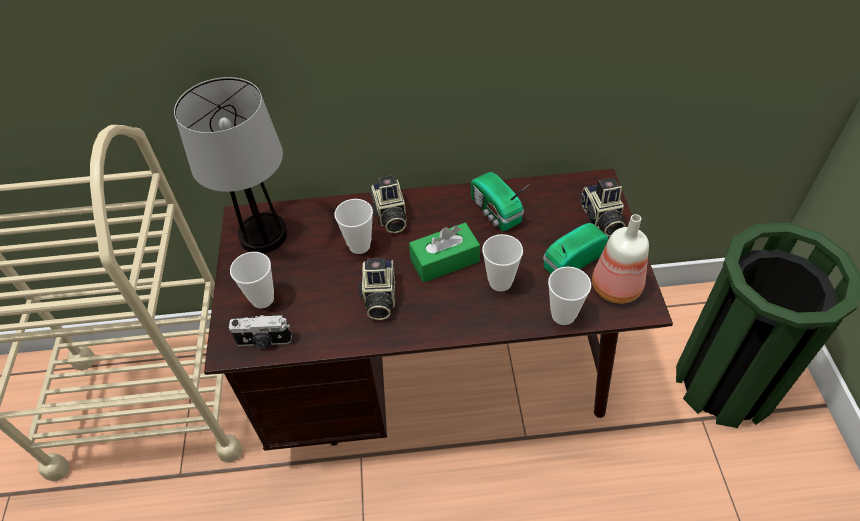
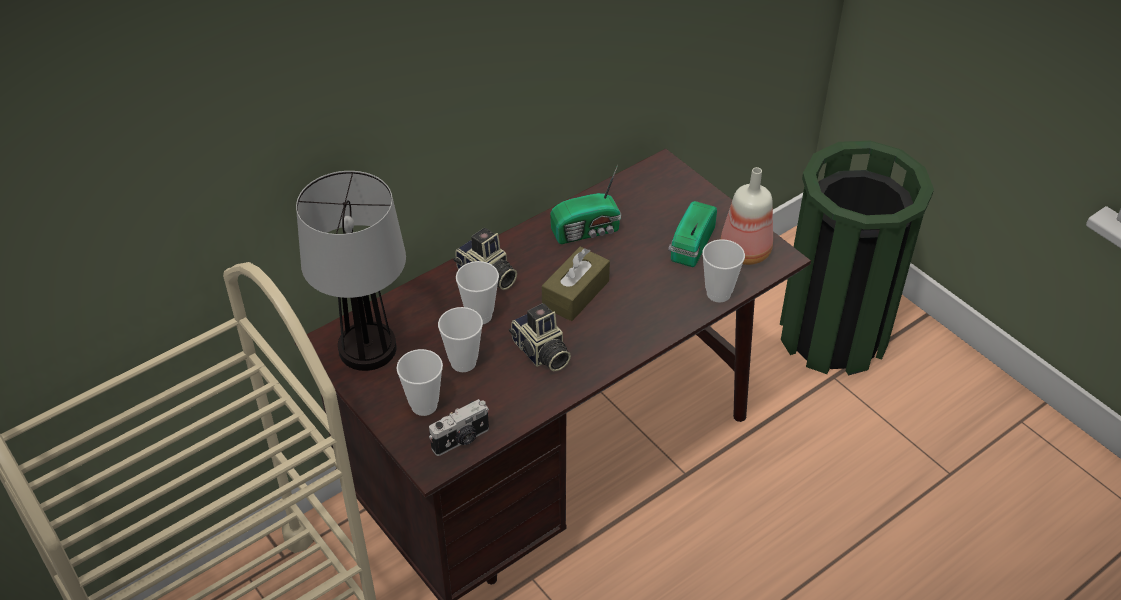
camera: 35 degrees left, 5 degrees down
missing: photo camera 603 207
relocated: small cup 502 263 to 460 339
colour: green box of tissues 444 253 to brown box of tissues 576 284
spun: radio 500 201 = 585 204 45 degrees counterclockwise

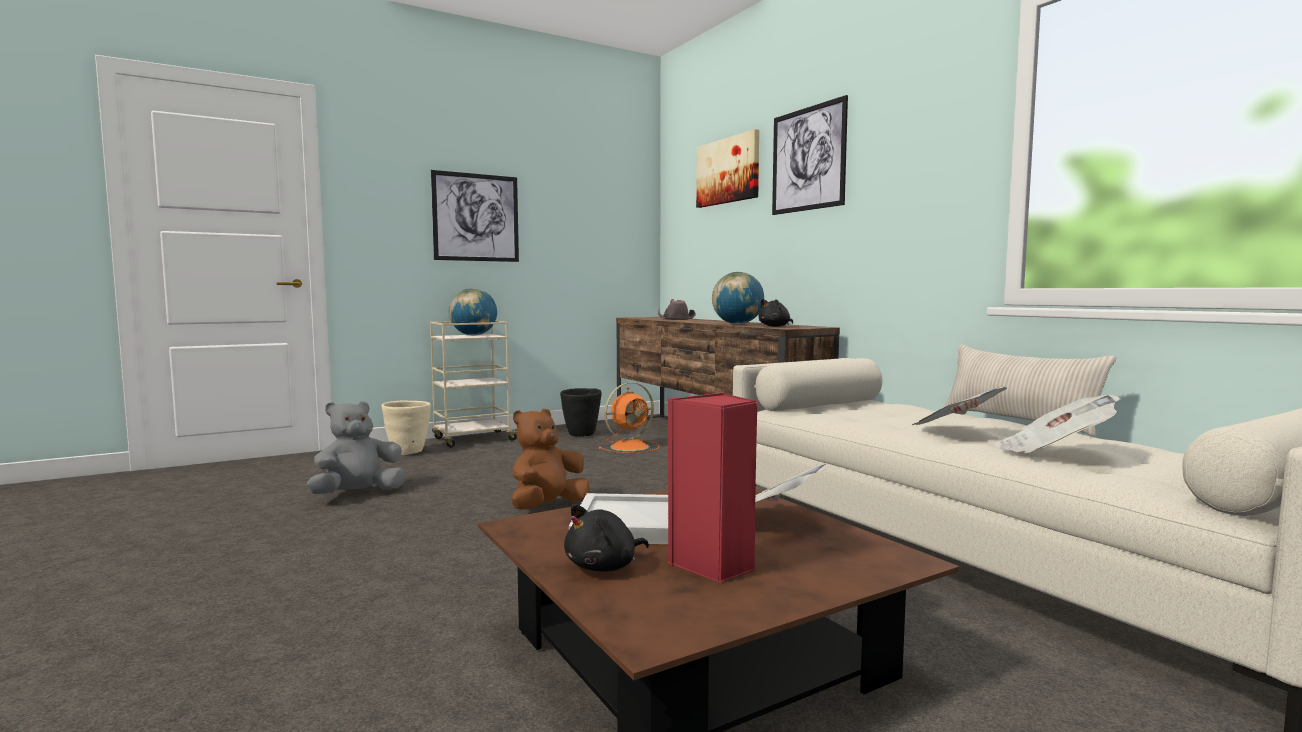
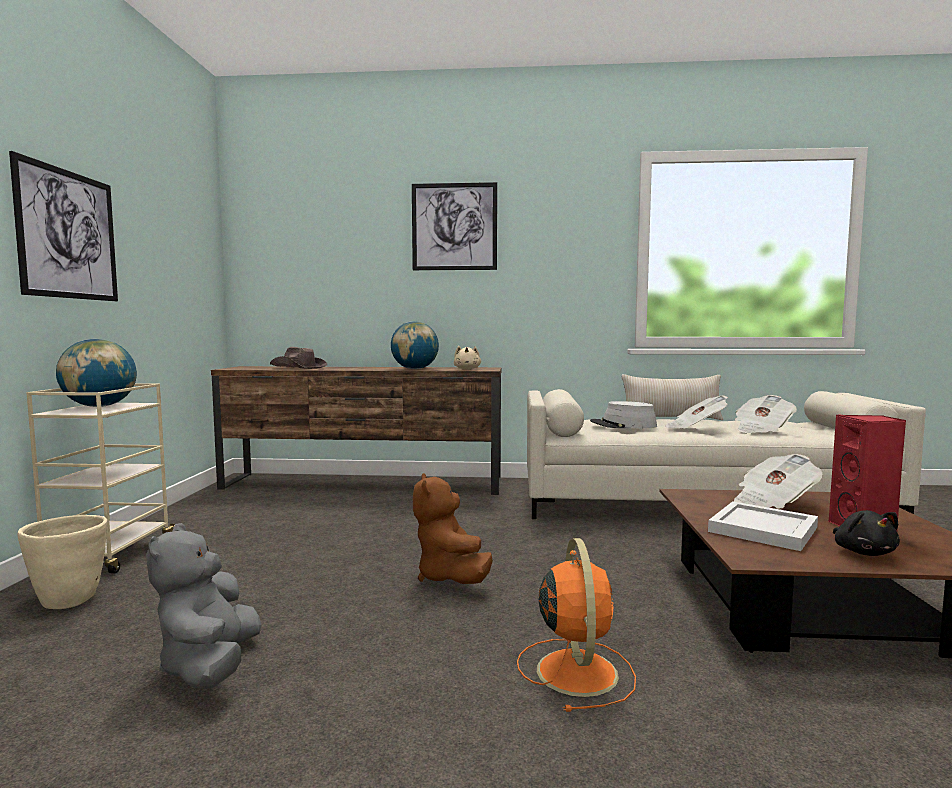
camera: 55 degrees left, 0 degrees up
missing: black planter 581 412; wall picture 727 168
appeared: greyish hat 623 414
relocated: orangey cooling fan 629 417 to 576 625
colour: black plush toy 775 313 to beige-coloured plush toy 467 358

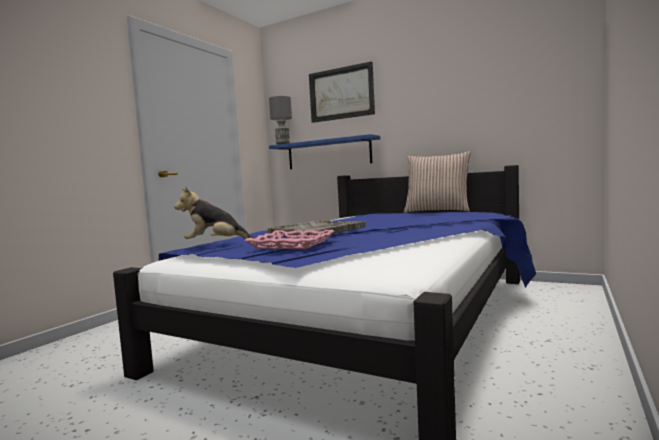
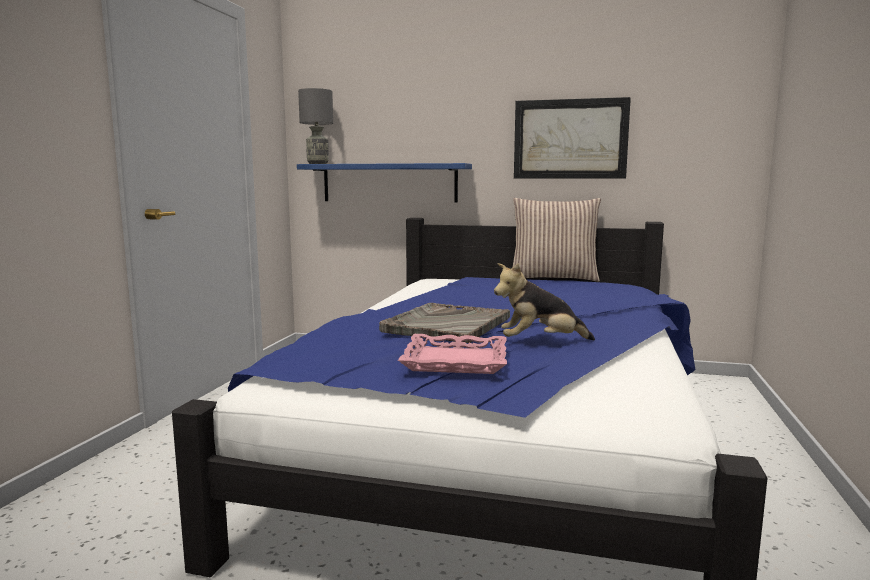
camera: 15 degrees left, 5 degrees up
relocated: plush toy 214 213 to 544 301; wall picture 342 92 to 572 138

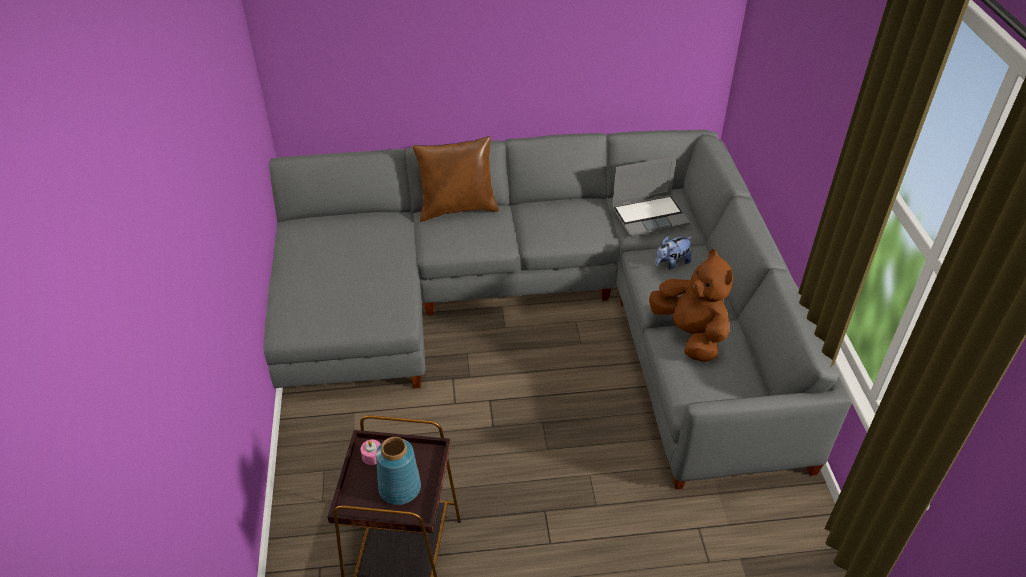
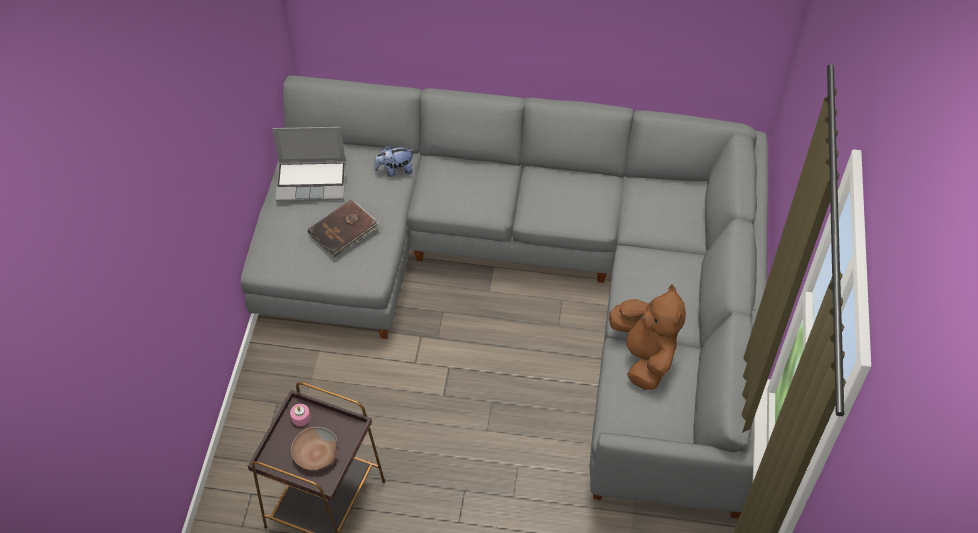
camera: 15 degrees right, 10 degrees up
missing: brown pillow 456 179
appeared: brown volume 344 228
relocated: notebook computer 651 196 to 309 164; plush toy 673 253 to 393 161
exchanged: blue-coloured vase 398 471 to brown deep dish 314 448

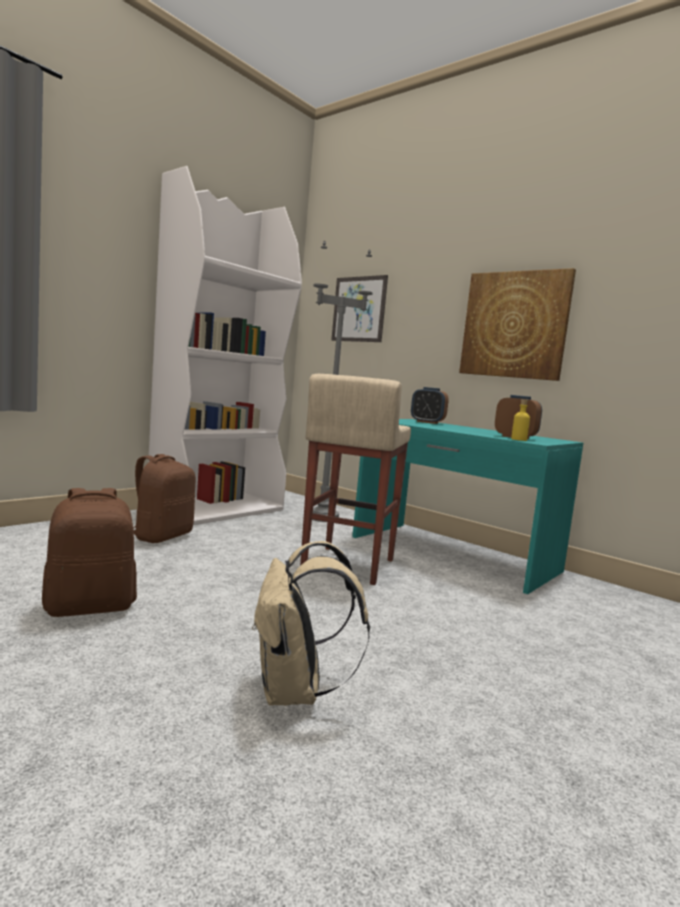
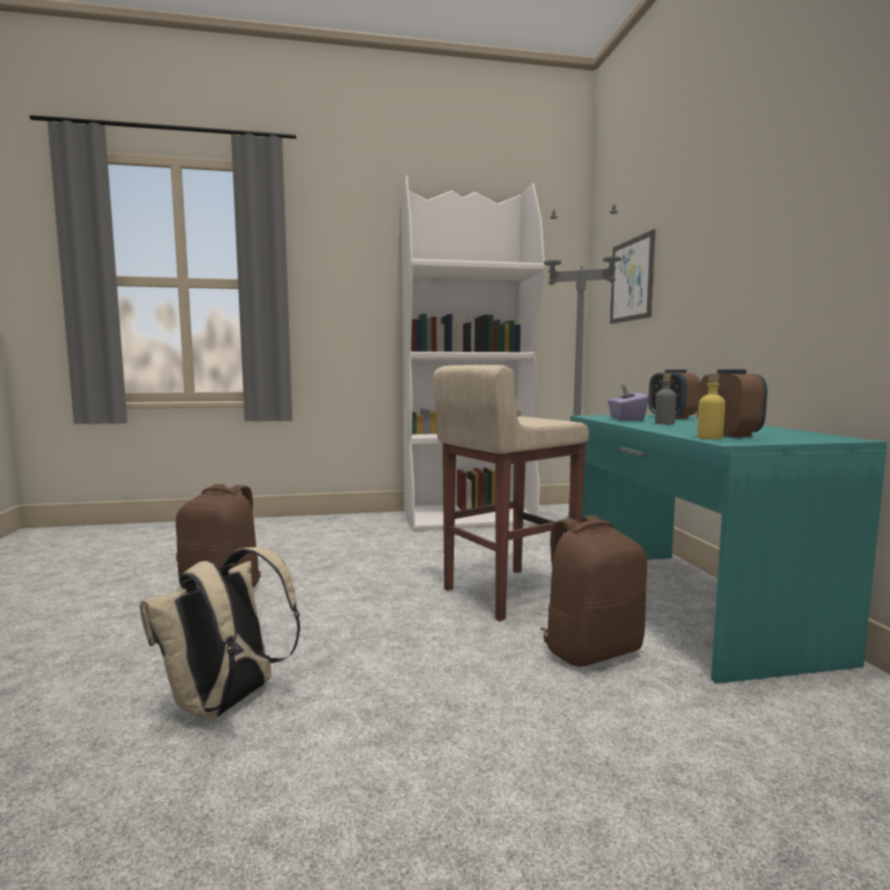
camera: 40 degrees right, 0 degrees up
missing: wall picture 517 324
appeared: purple box of tissues 628 402; greyish drink bottle 665 398
relocated: brown rucksack 164 498 to 593 591

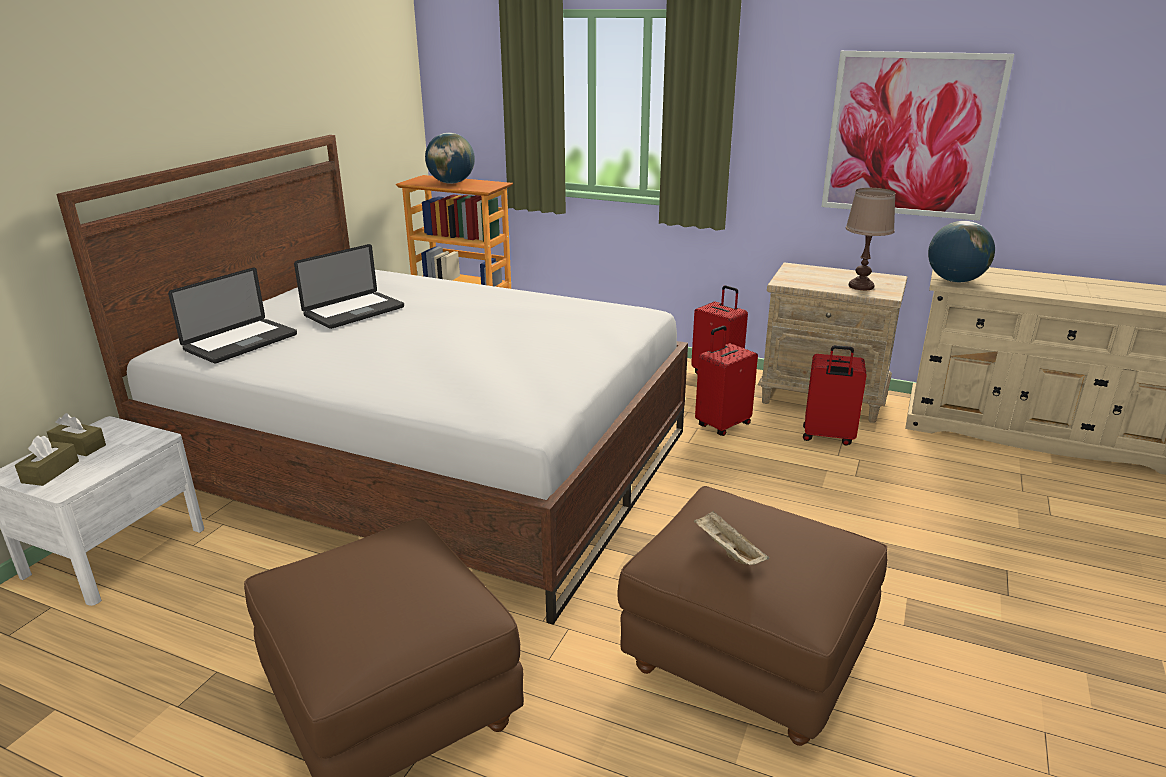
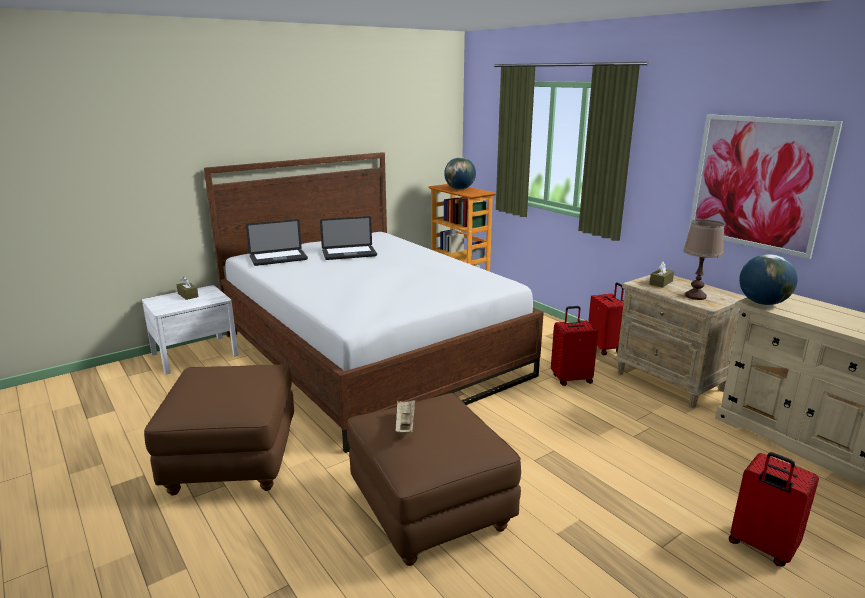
camera: 30 degrees right, 5 degrees down
relocated: brown box of tissues 47 461 to 661 275; reddish travel case 835 395 to 774 509

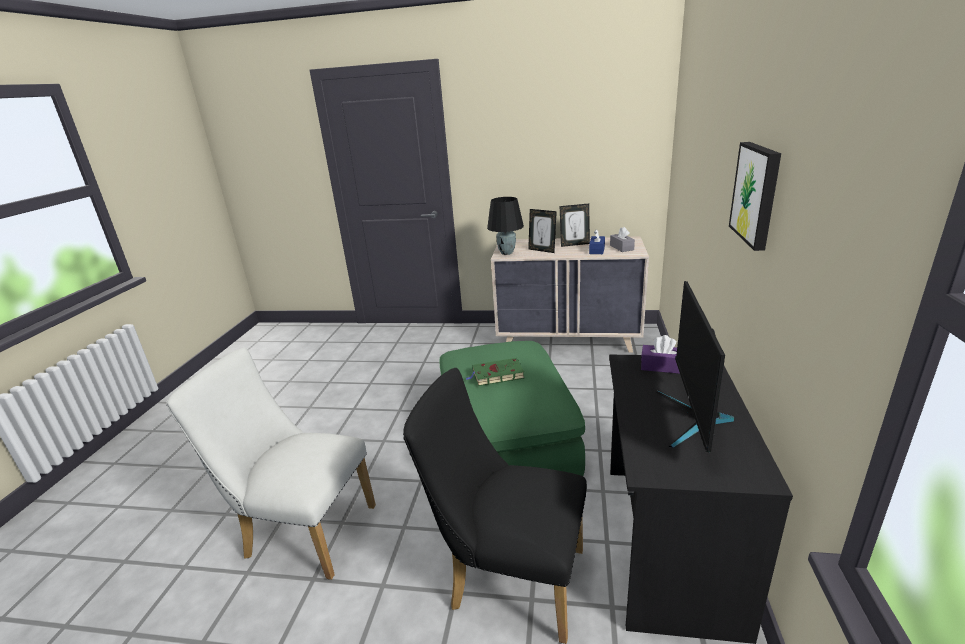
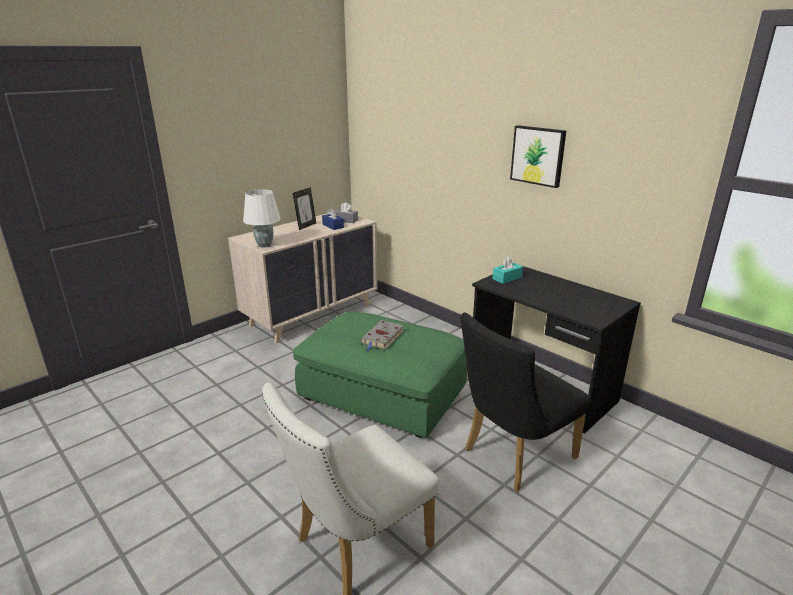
camera: 55 degrees left, 0 degrees up
missing: photo frame 542 231; computer screen 695 366
colour: green volume 495 372 to greyish volume 382 335; black table lamp 505 226 to white-coloured table lamp 262 218; purple box of tissues 660 354 to blue-green box of tissues 507 270

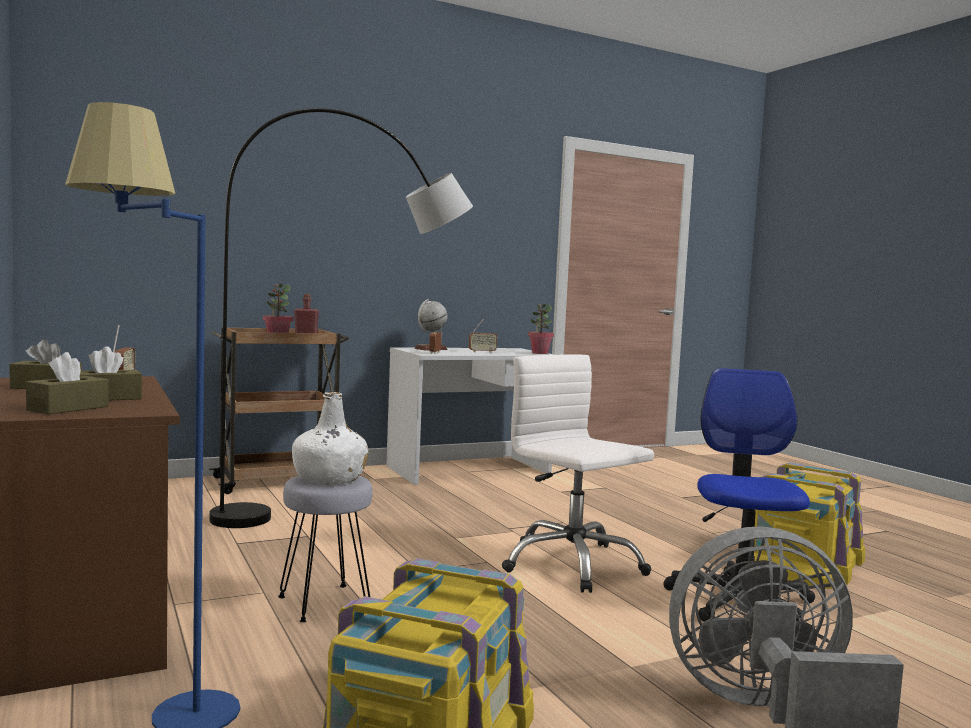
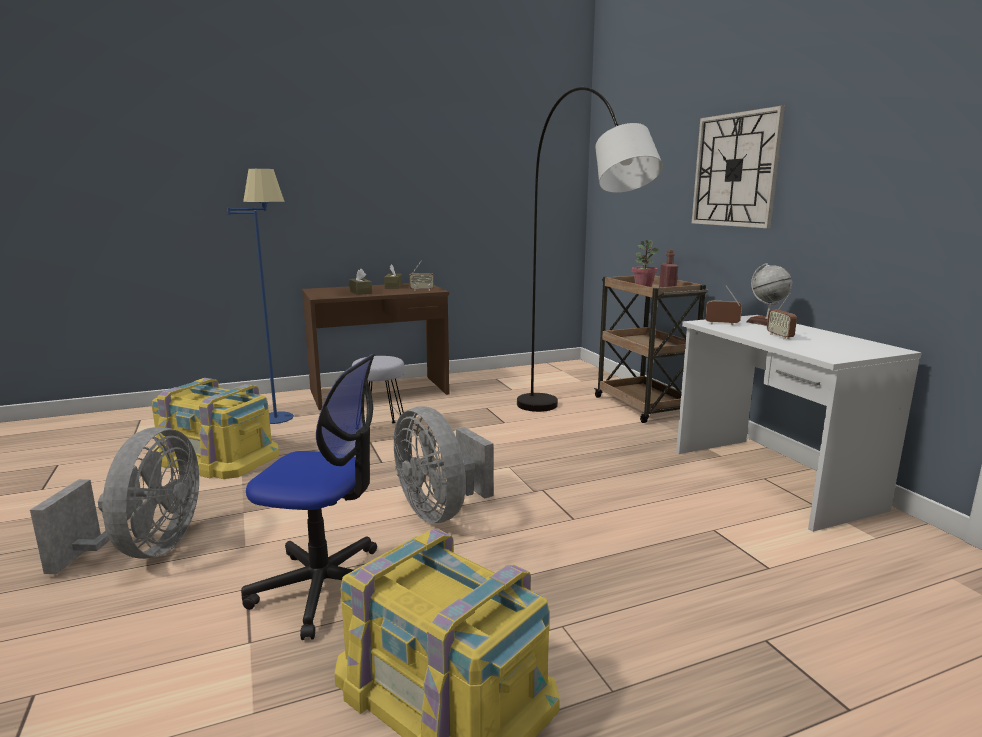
camera: 95 degrees right, 10 degrees up
missing: brown box of tissues 67 383; white-coloured drink bottle 330 438; potted plant 541 329
appeared: wall clock 738 167
exchanged: white-coloured office chair 578 473 to greyish cooling fan 444 464

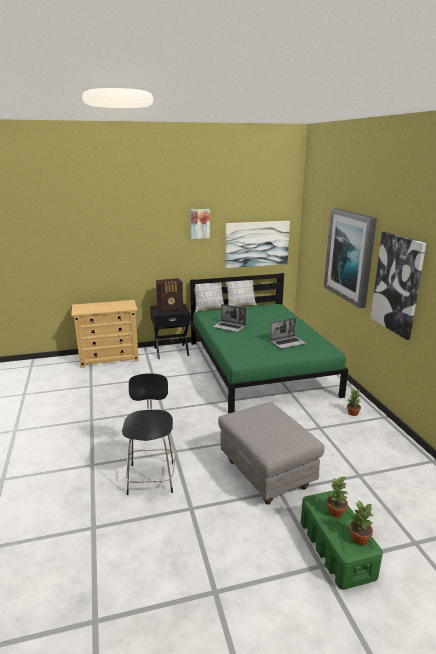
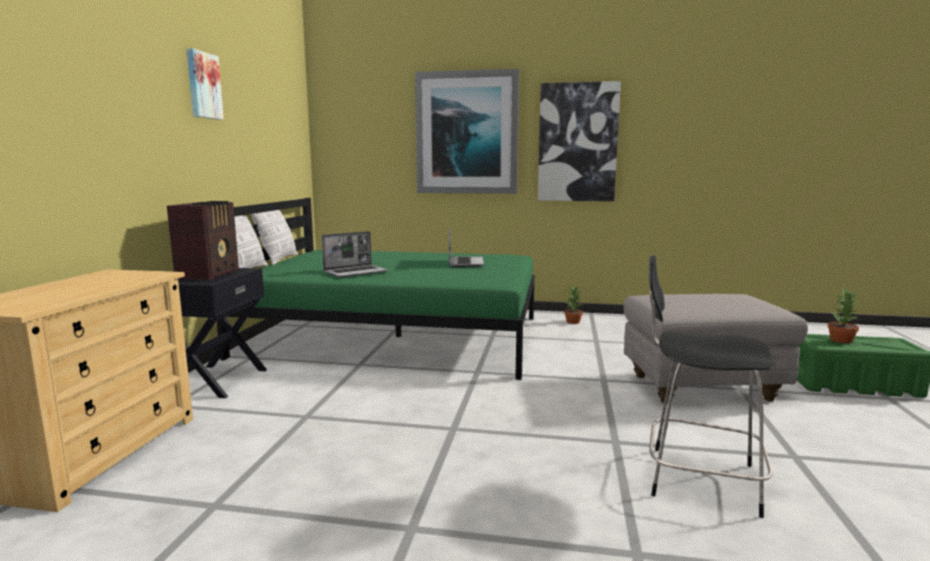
camera: 65 degrees left, 10 degrees down
missing: wall picture 258 244; potted plant 361 523

